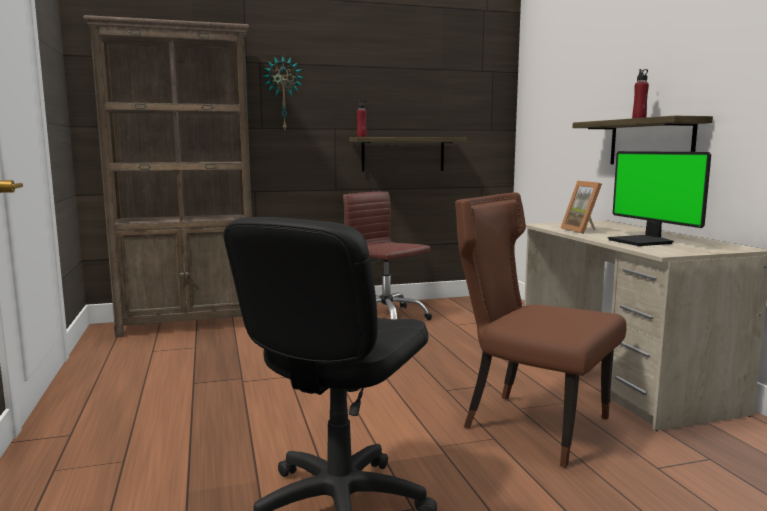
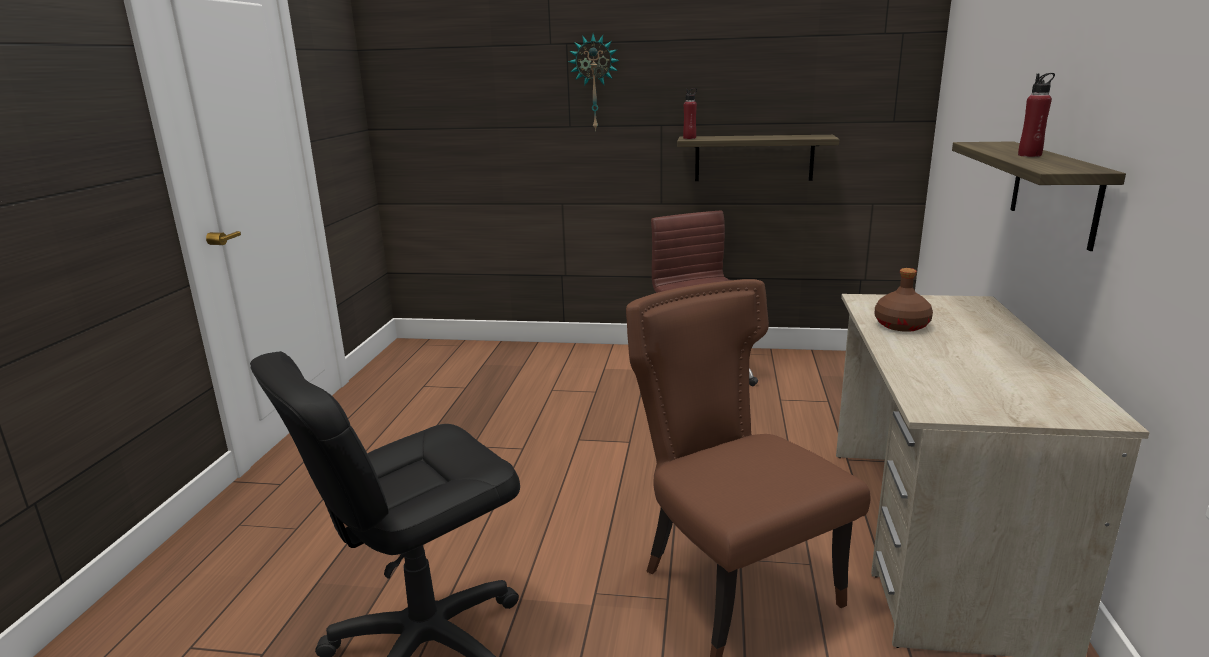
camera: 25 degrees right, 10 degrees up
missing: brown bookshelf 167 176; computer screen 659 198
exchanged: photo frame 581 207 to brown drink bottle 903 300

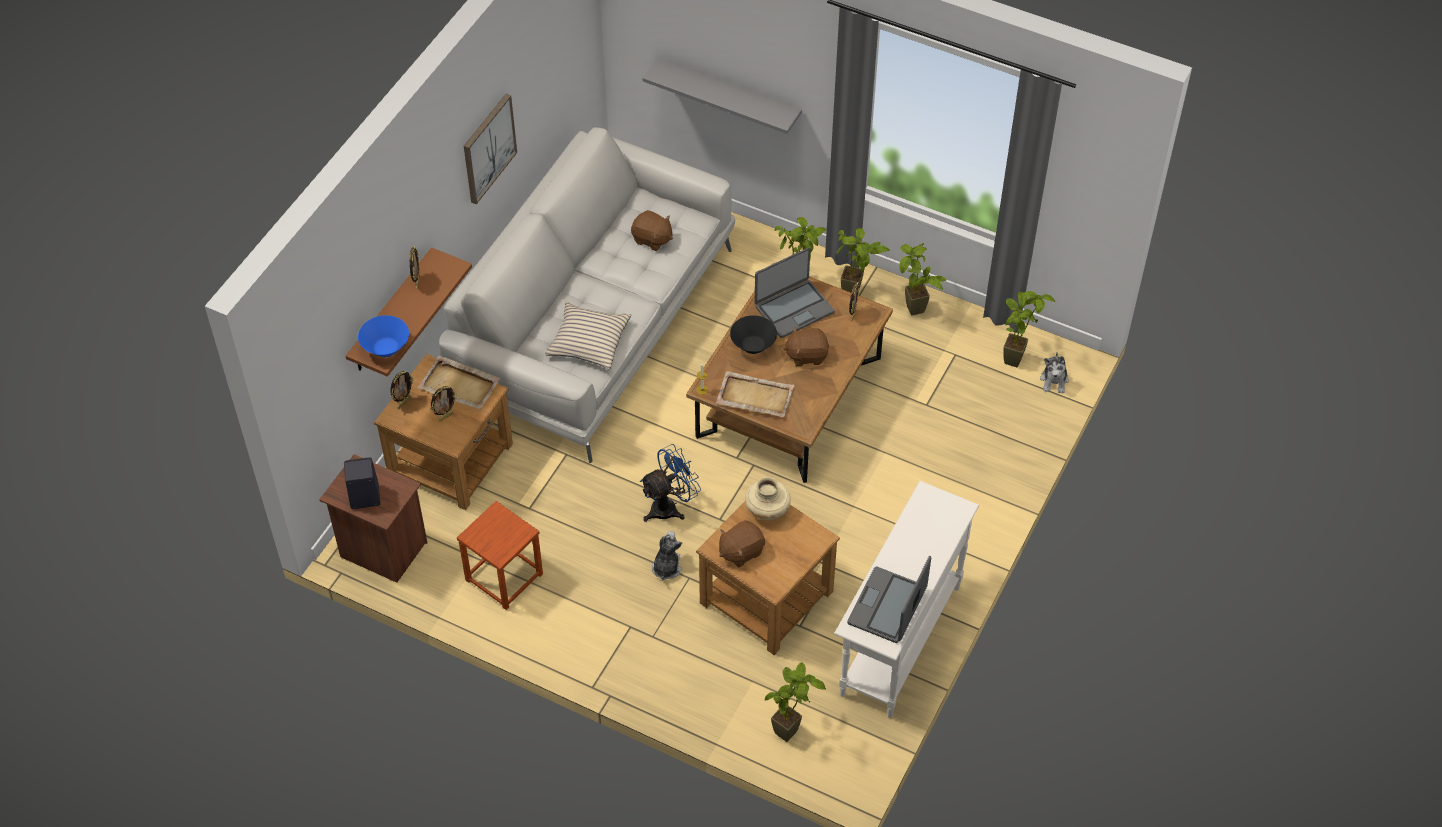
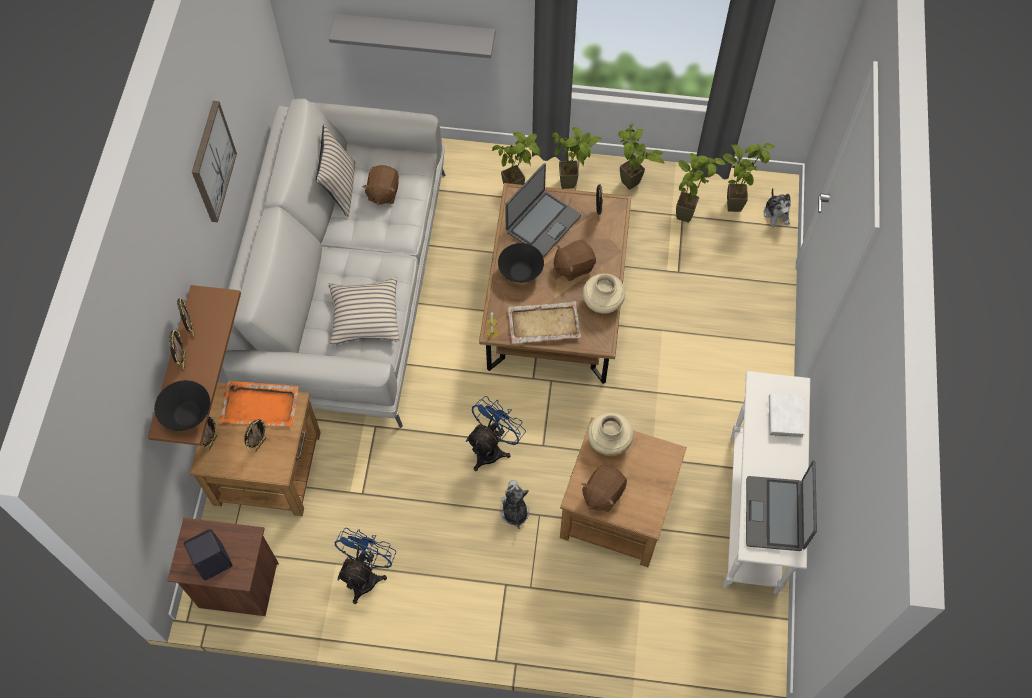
camera: 20 degrees left, 10 degrees up
appeared: photo frame 177 350; beige-coloured pillow 335 170; beige-coloured vase 604 294; white-coloured volume 787 415
relocated: potted plant 795 702 to 701 187
exchanged: brown sitting stool 500 555 to blue-coloured cooling fan 365 566
colour: blue-coloured deep dish 383 336 to black deep dish 182 405; beige-coloured tray 459 382 to orangey tray 259 403
spun: brown plush toy 652 230 = 380 185 90 degrees clockwise

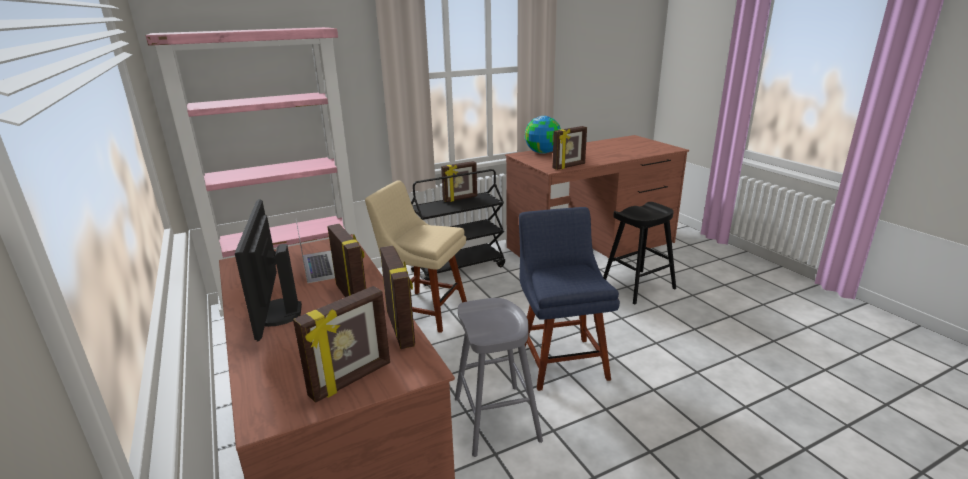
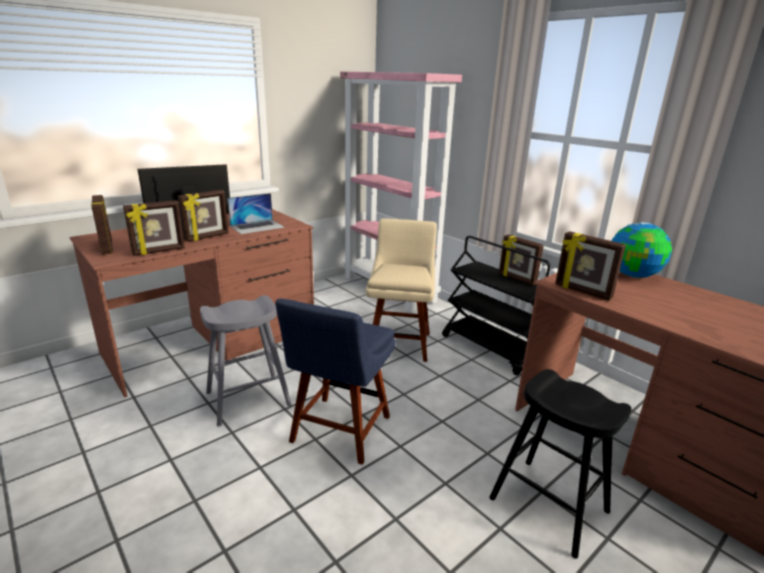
camera: 75 degrees right, 0 degrees up
spun: photo frame 341 344 = 102 225 150 degrees counterclockwise; blue-coloured chair 569 299 = 335 382 135 degrees clockwise

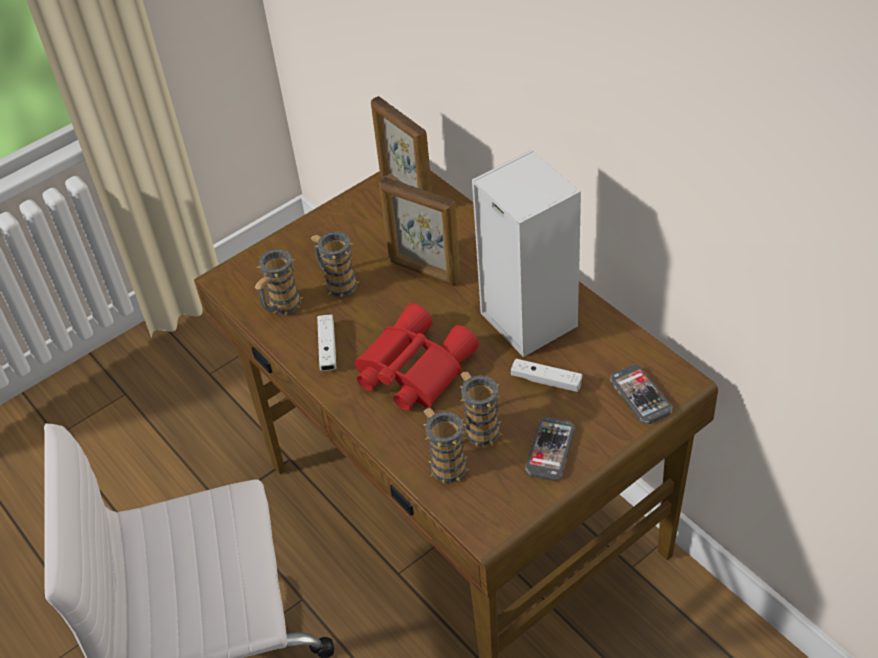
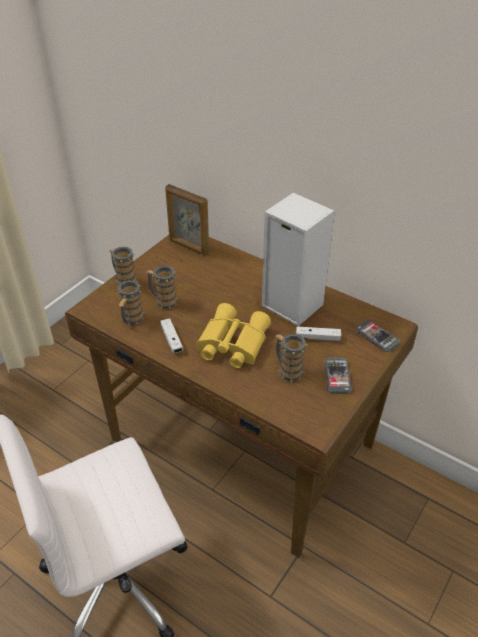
camera: 20 degrees left, 5 degrees down
missing: photo frame 420 231
relocated: coffee mug 446 446 to 123 266
colour: reddish binoculars 416 356 to yellow binoculars 233 335

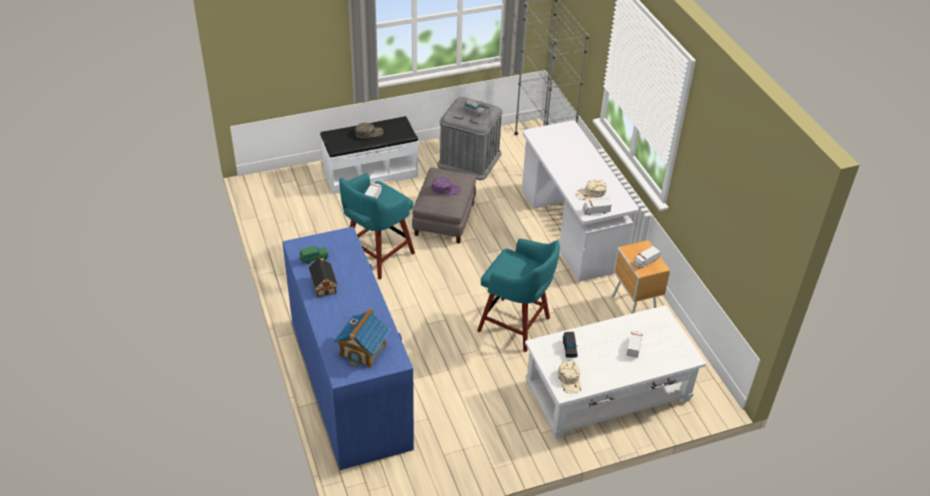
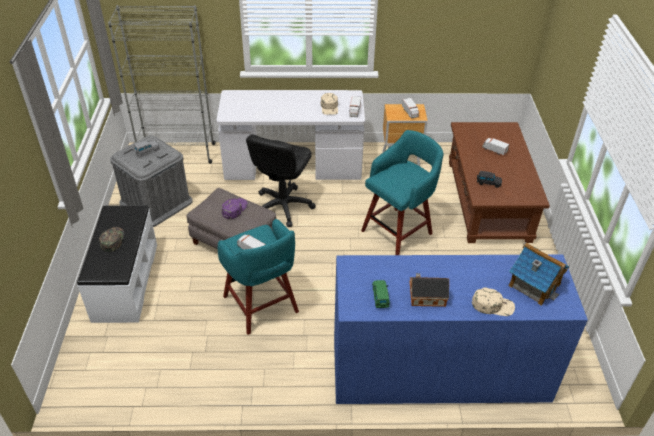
camera: 70 degrees left, 0 degrees up
appeared: black office chair 280 180
relocated: beige-coloured cap 570 377 to 493 301
colour: white-coloured low table 615 372 to brown low table 499 182

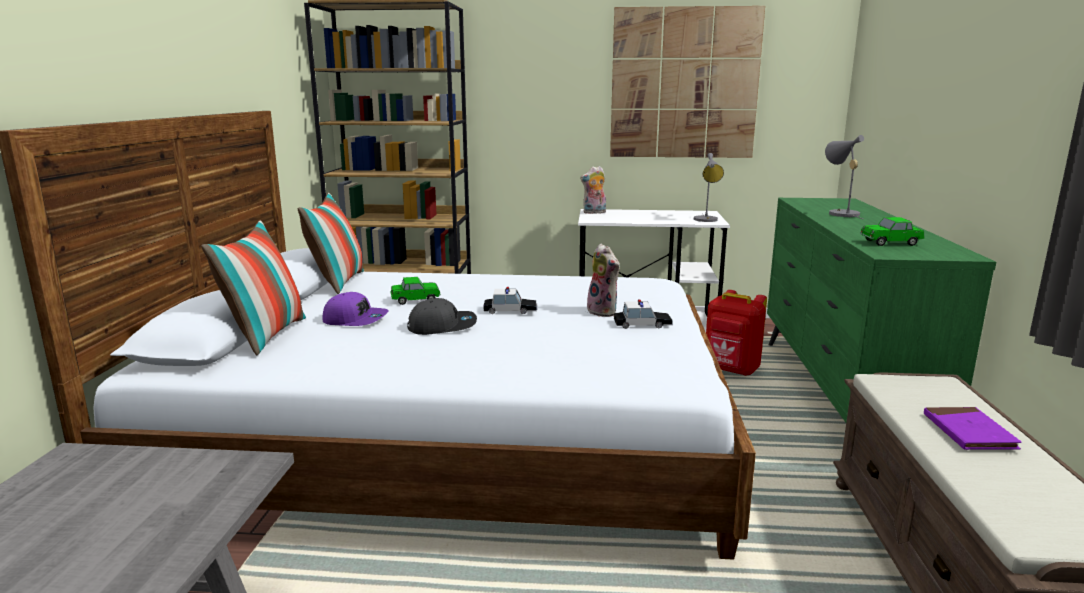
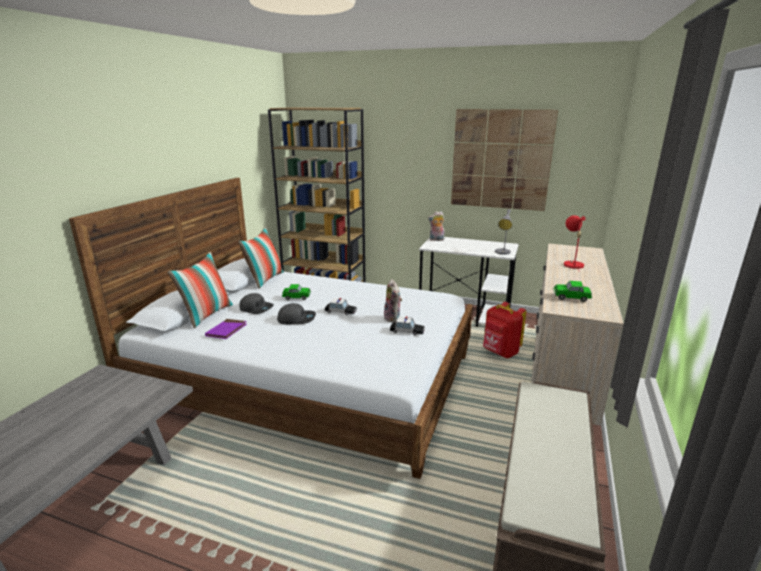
camera: 15 degrees right, 5 degrees up
relocated: purple volume 973 428 to 226 329
colour: purple cap 355 309 to greyish cap 256 303; green dresser 881 310 to beige-coloured dresser 577 334; greyish table lamp 844 177 to reddish table lamp 575 243

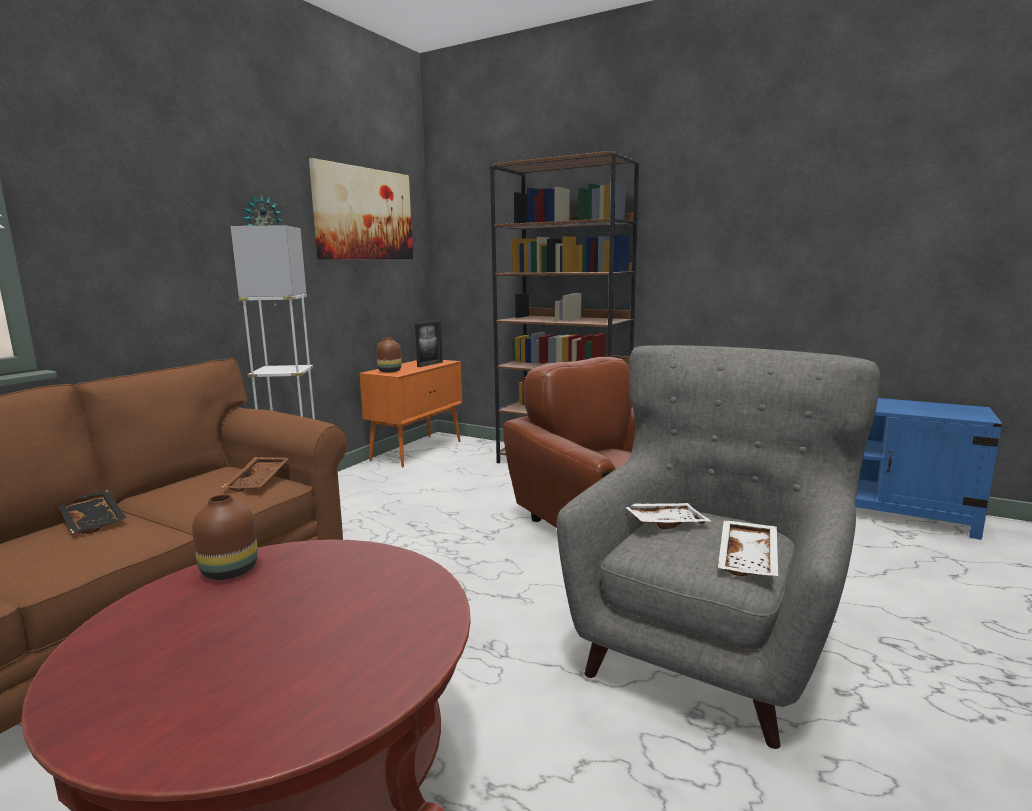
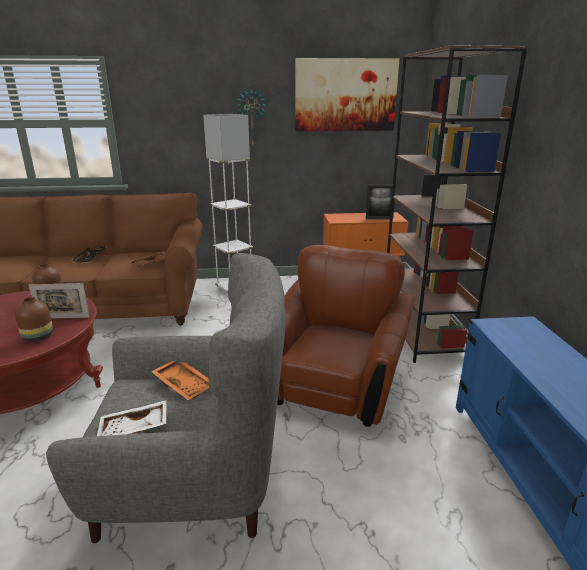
camera: 55 degrees right, 10 degrees up
appeared: photo frame 59 300
relocated: brown vase 388 354 to 34 319
colour: white-coloured tray 669 516 to orangey tray 180 380

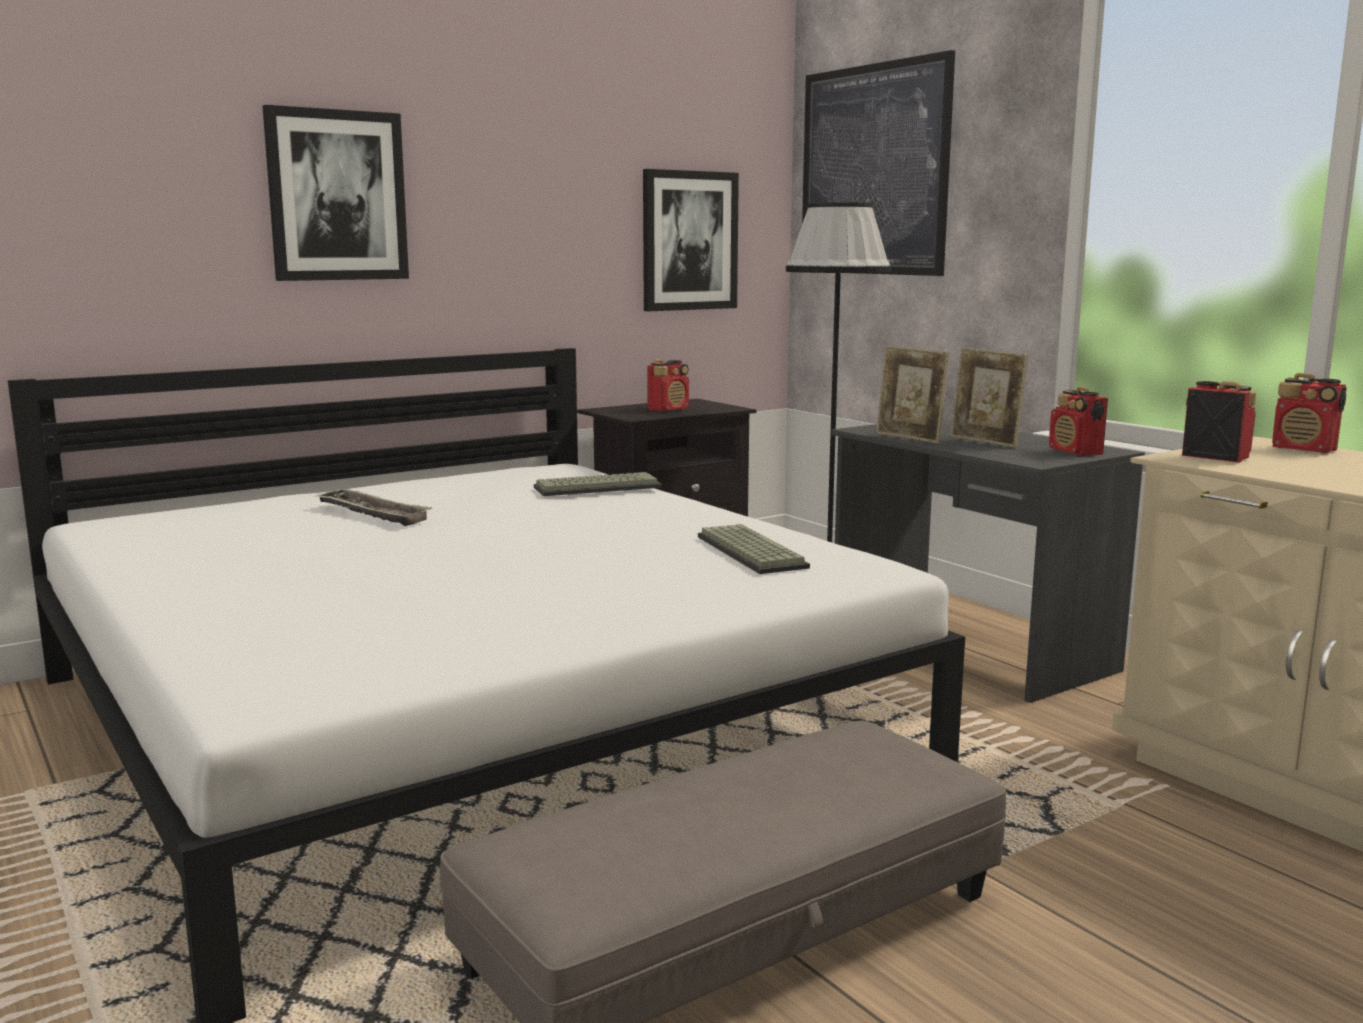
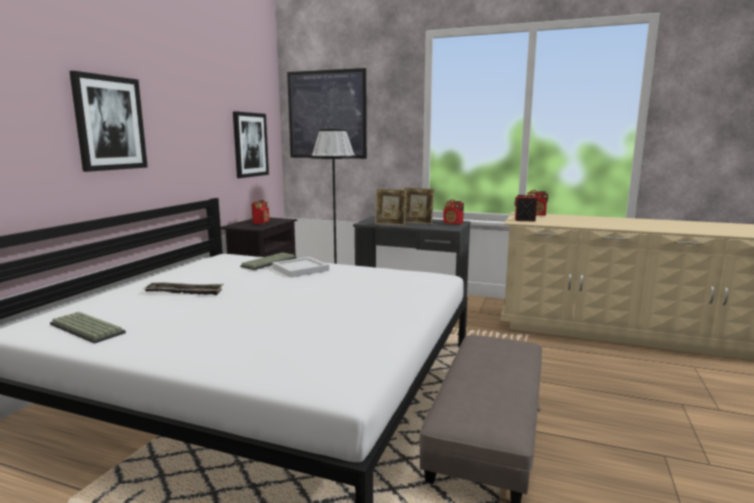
camera: 35 degrees left, 0 degrees up
appeared: white-coloured tray 300 267
relocated: PC keyboard 754 549 to 88 328

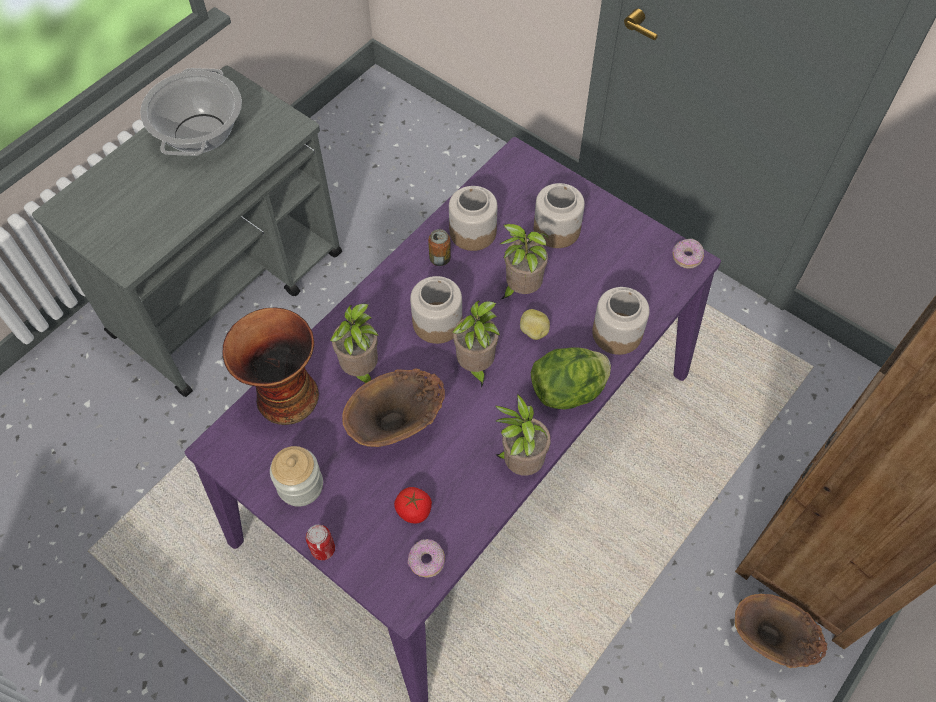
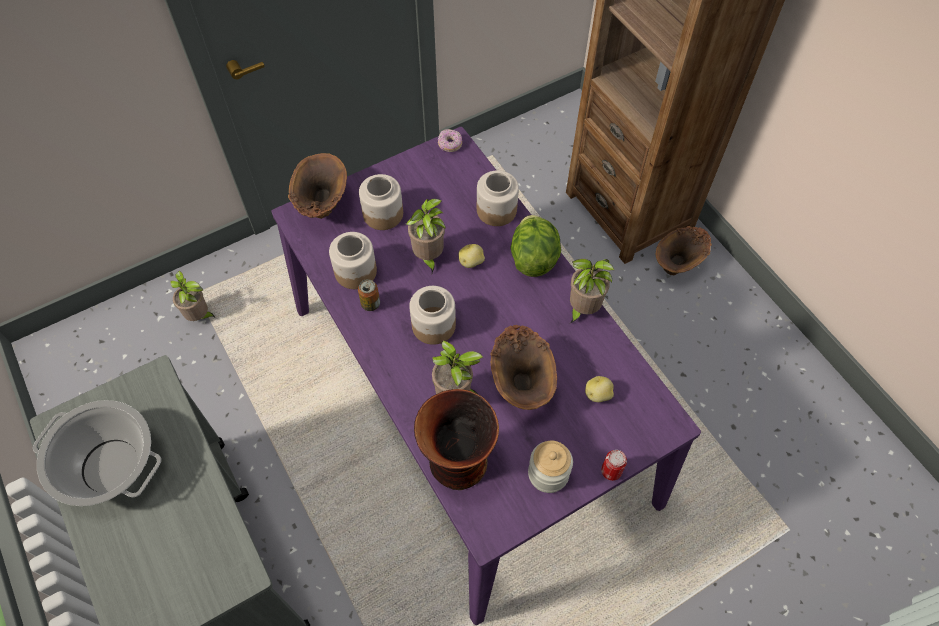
camera: 70 degrees left, 0 degrees up
missing: ring doughnut 426 558
appeared: brown vase 317 186
relocated: potted plant 476 344 to 193 296
exchanged: whole tomato 413 505 to spud 599 389

